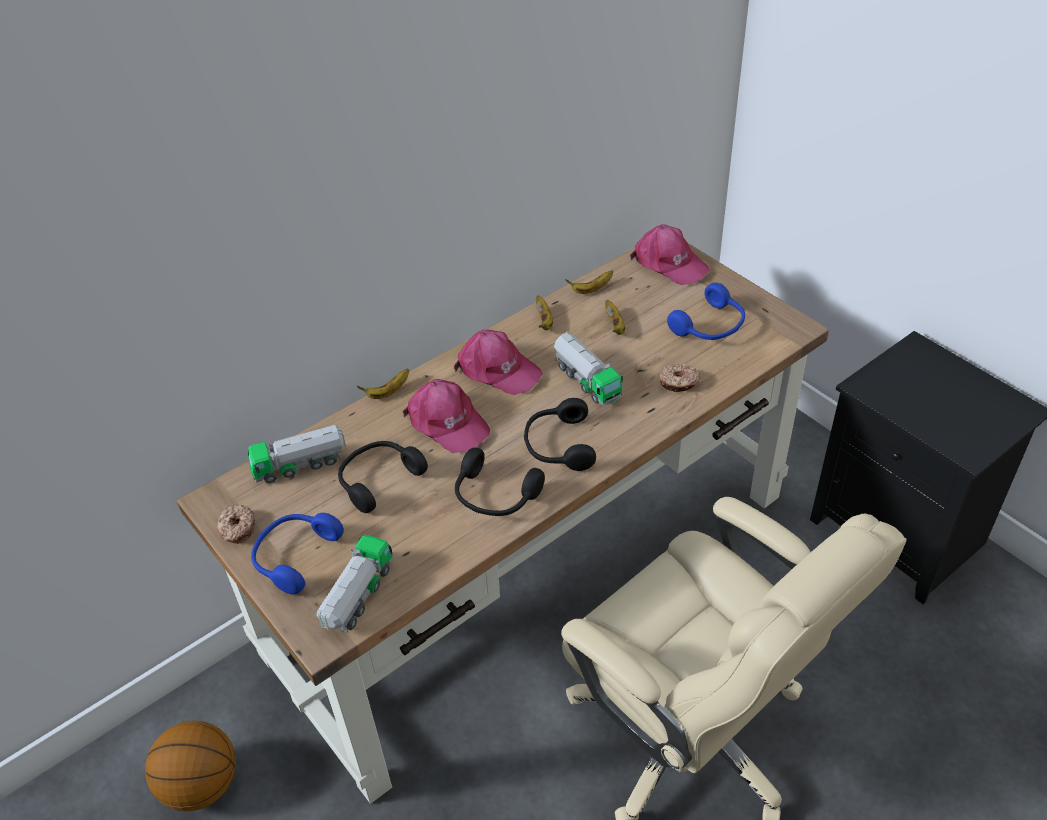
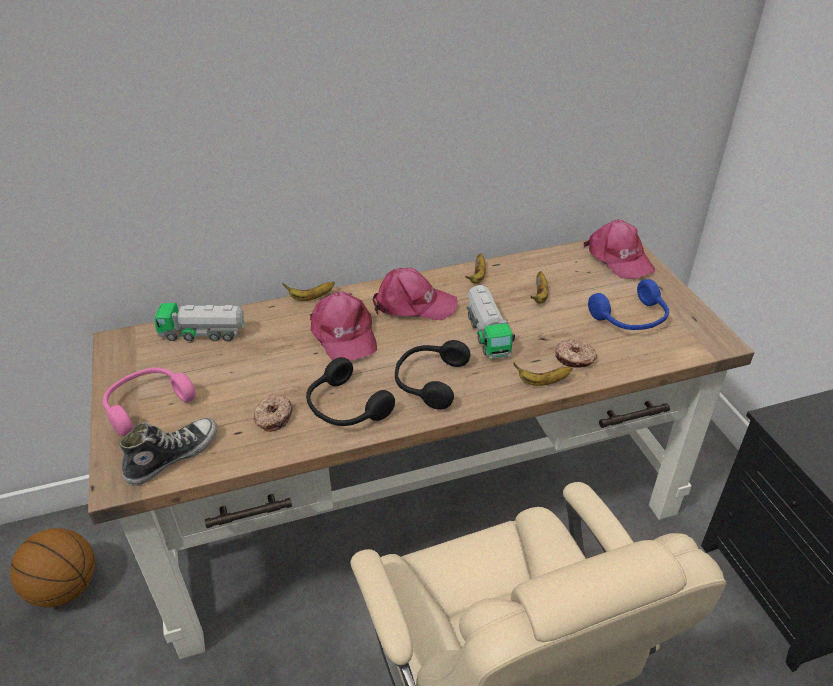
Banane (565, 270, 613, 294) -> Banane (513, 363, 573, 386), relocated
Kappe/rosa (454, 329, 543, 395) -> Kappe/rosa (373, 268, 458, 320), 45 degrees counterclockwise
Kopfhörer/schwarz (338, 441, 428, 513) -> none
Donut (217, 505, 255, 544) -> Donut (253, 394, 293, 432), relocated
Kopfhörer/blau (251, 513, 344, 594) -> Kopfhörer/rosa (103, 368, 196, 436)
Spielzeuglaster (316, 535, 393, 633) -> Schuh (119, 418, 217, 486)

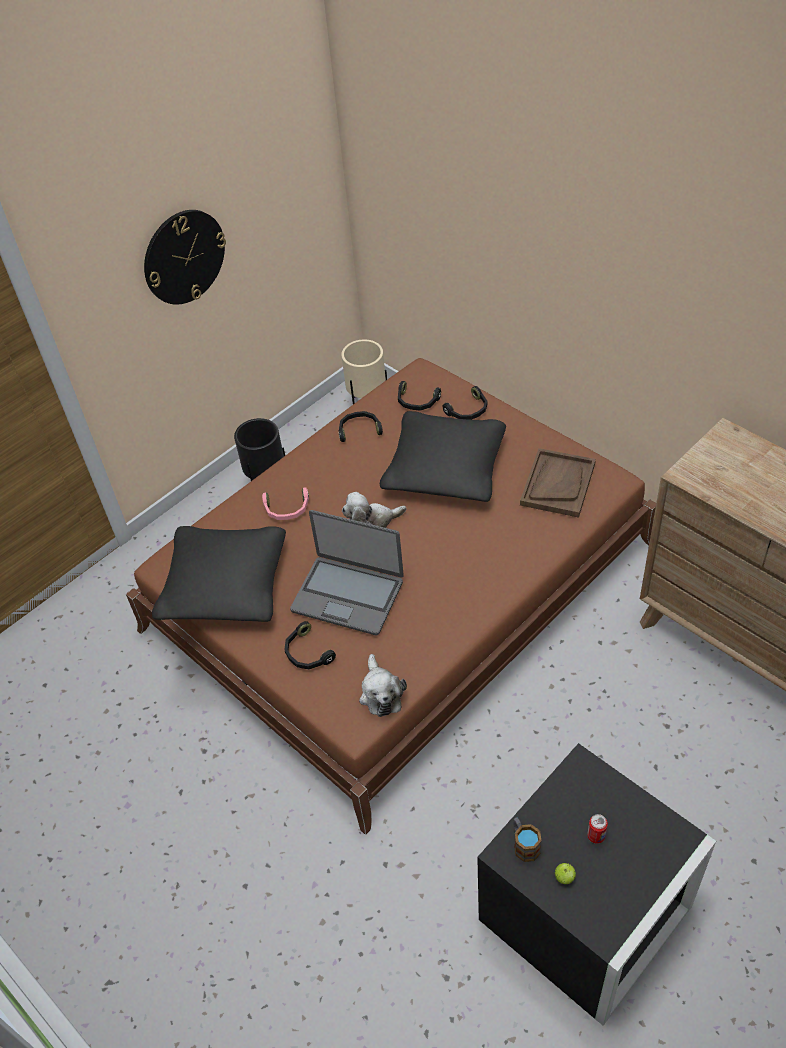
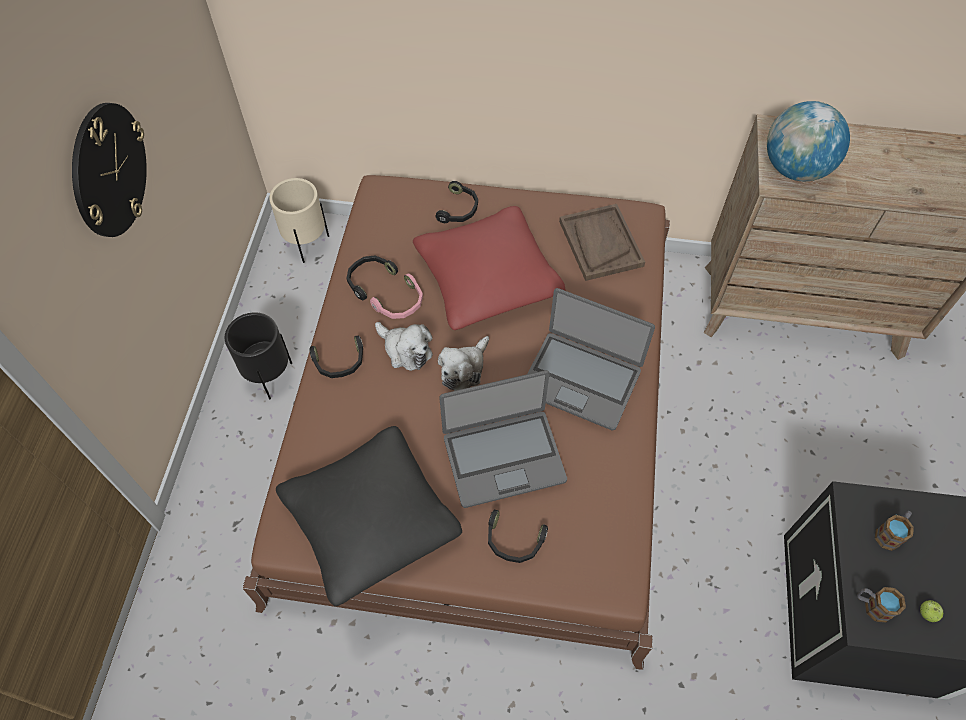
Kopfhörer/schwarz (398, 381, 441, 411) -> Kopfhörer/schwarz (309, 336, 363, 378), relocated
Kissen/schwarz (380, 411, 506, 502) -> Kissen/rot (413, 206, 566, 330)
Kopfhörer/rosa (262, 488, 309, 520) -> Kopfhörer/rosa (370, 273, 423, 319), relocated
Plüschtier (359, 654, 407, 717) -> Plüschtier (375, 322, 433, 371), relocated
Dose (587, 814, 608, 844) -> none
none -> Globus (767, 101, 850, 181)
none -> Laptop (528, 288, 655, 431)
none -> Henkelbecher (875, 511, 914, 551)

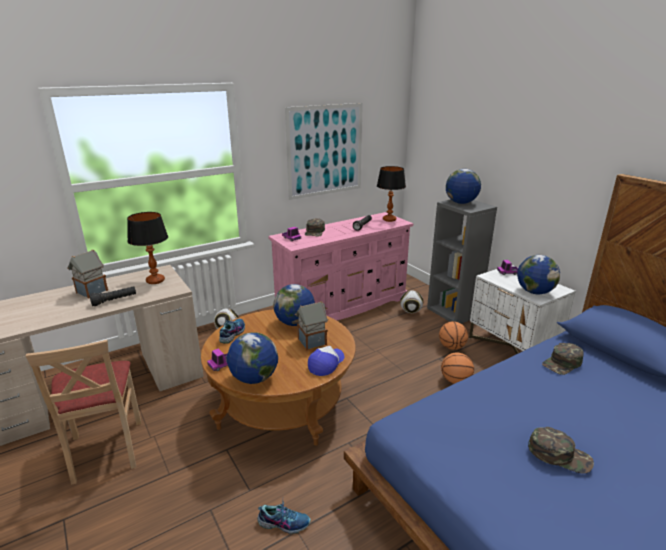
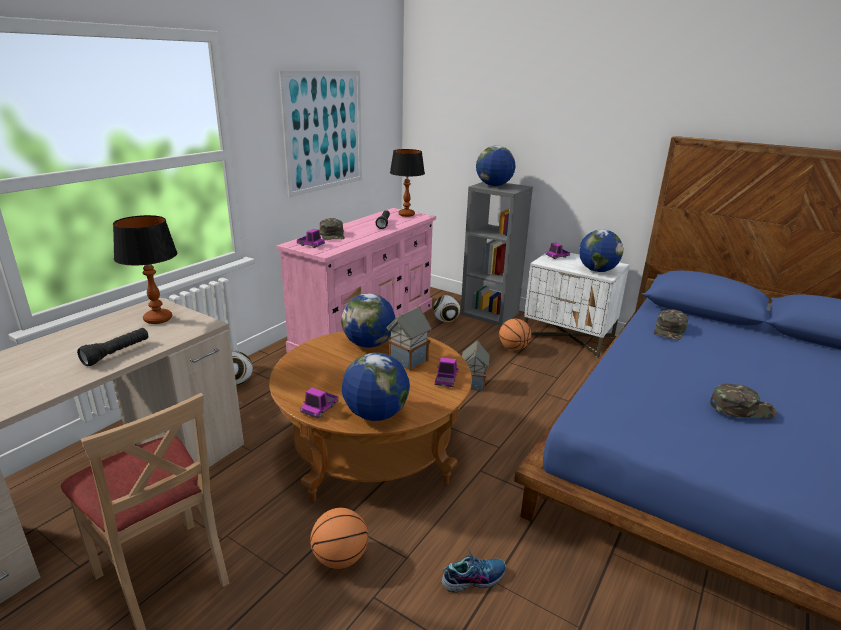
Spielzeughaus (67, 250, 108, 299) -> Spielzeughaus (462, 340, 490, 392), relocated
Schuh (219, 319, 245, 344) -> none
Kappe (308, 346, 344, 376) -> Spielzeuglaster (435, 357, 459, 387)
Basketball (441, 352, 474, 384) -> Basketball (310, 508, 368, 569), relocated

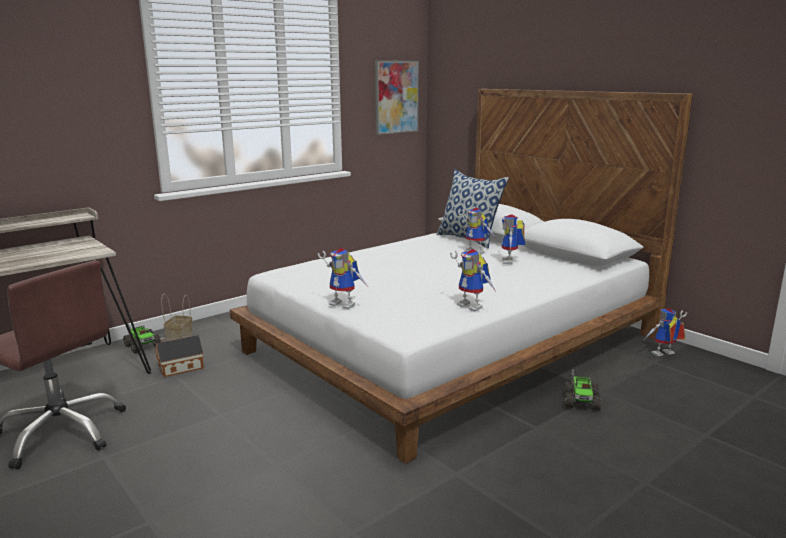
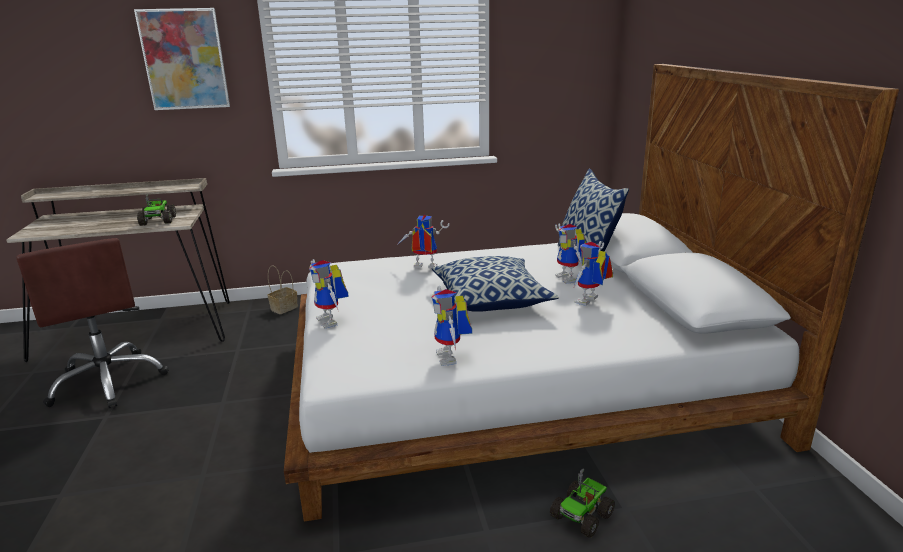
Bild (375, 60, 419, 135) -> Bild (134, 8, 230, 110), relocated
Spielzeugroboter (645, 308, 687, 356) -> Spielzeugroboter (397, 215, 450, 268), relocated
Spielzeuglaster (123, 323, 161, 353) -> Spielzeuglaster (137, 194, 176, 226), relocated
Spielzeughaus (155, 335, 204, 377) -> none
none -> Kissen (432, 256, 559, 312)

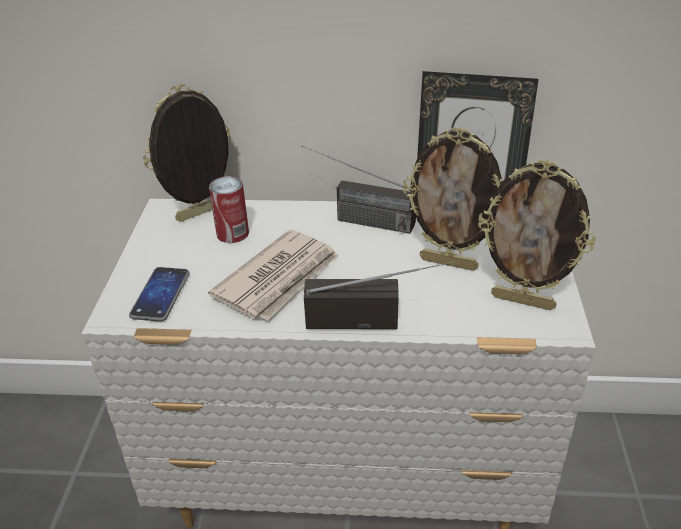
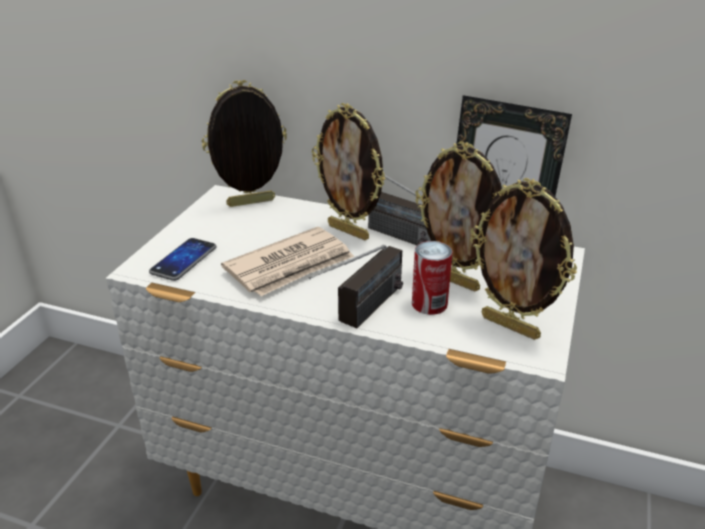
Dose (209, 176, 249, 243) -> Dose (412, 241, 453, 315), relocated
Radio (304, 261, 454, 329) -> Radio (309, 245, 403, 328), 105 degrees clockwise
none -> Bilderrahmen (312, 103, 385, 240)

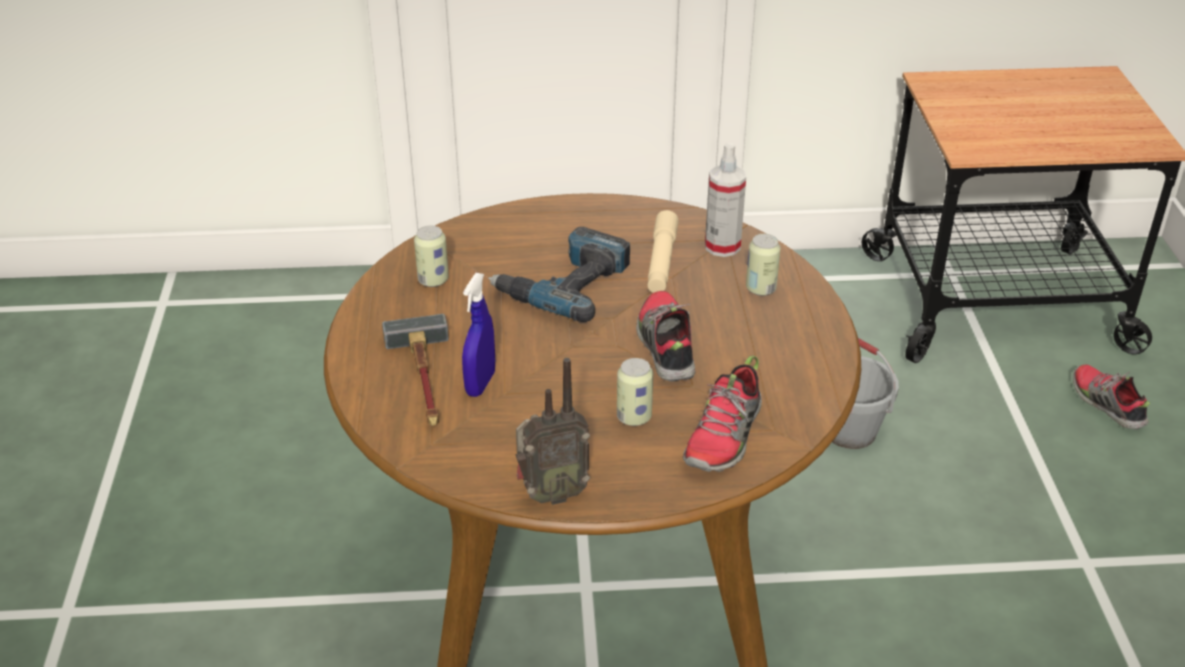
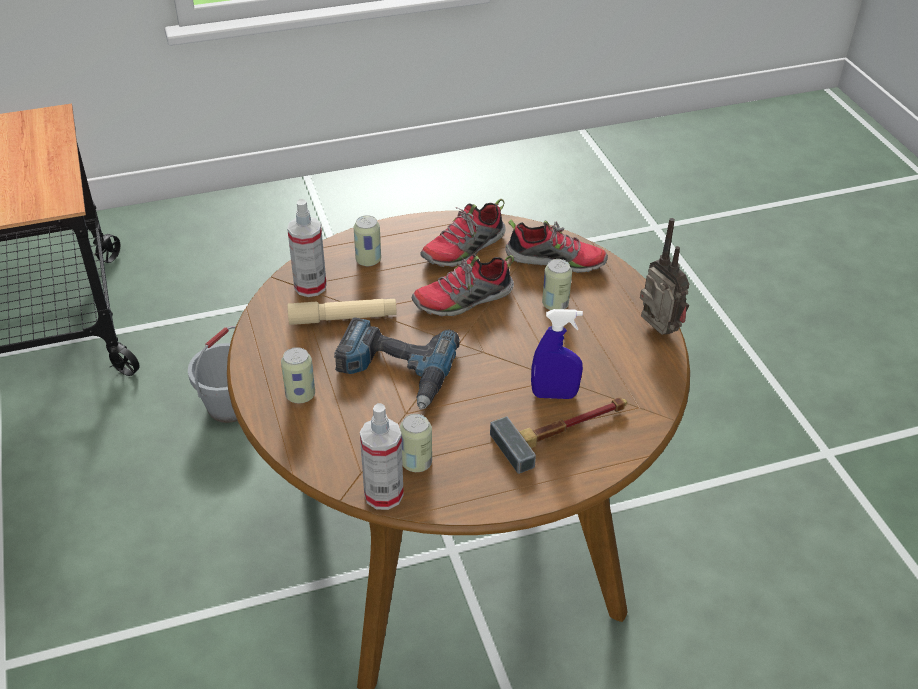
Schuh (1073, 365, 1150, 430) -> Schuh (421, 199, 506, 267), relocated
none -> Dose (281, 347, 315, 403)
none -> Sprühflasche (360, 403, 404, 510)

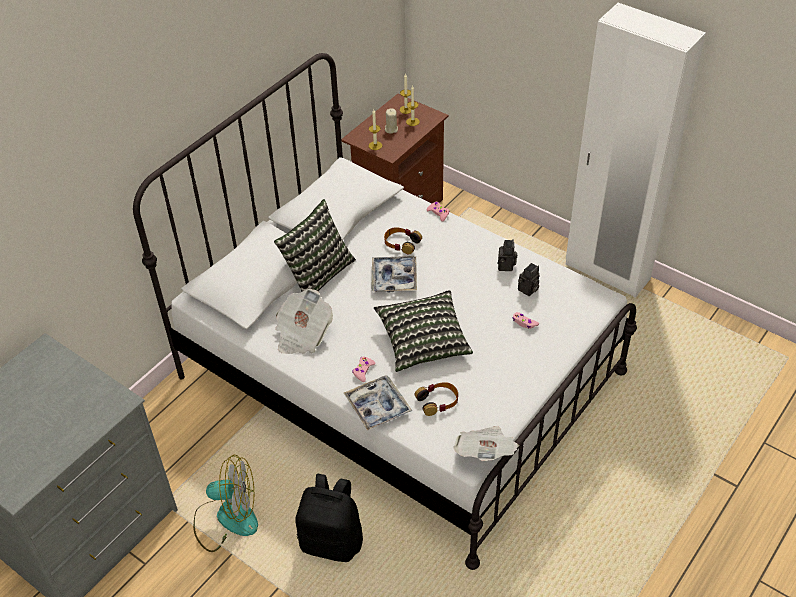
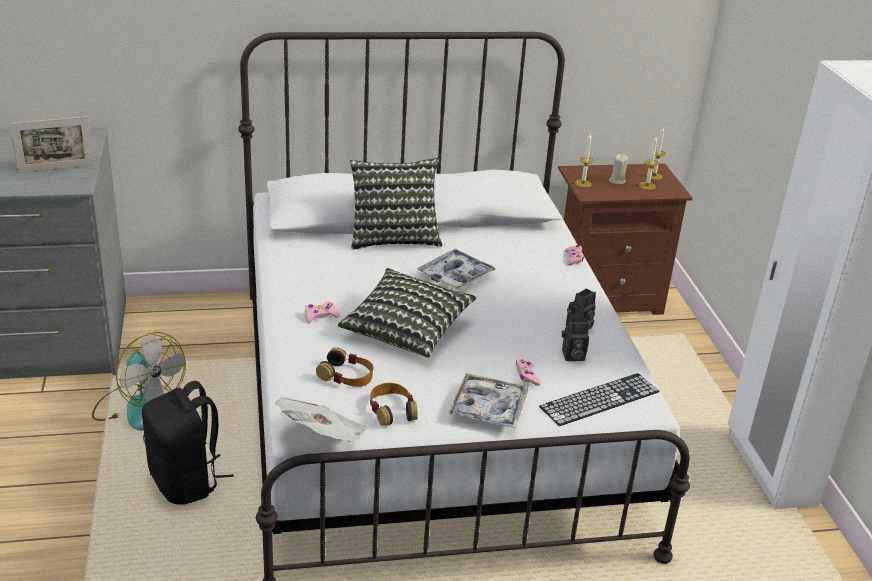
Kopfhörer (384, 228, 422, 254) -> Kopfhörer (370, 383, 418, 426), relocated
Zeitung (275, 289, 333, 354) -> none
Tablett (344, 375, 412, 431) -> Tablett (449, 373, 529, 429), relocated
none -> Bilderrahmen (10, 116, 94, 173)
none -> Tastatur (539, 373, 660, 426)

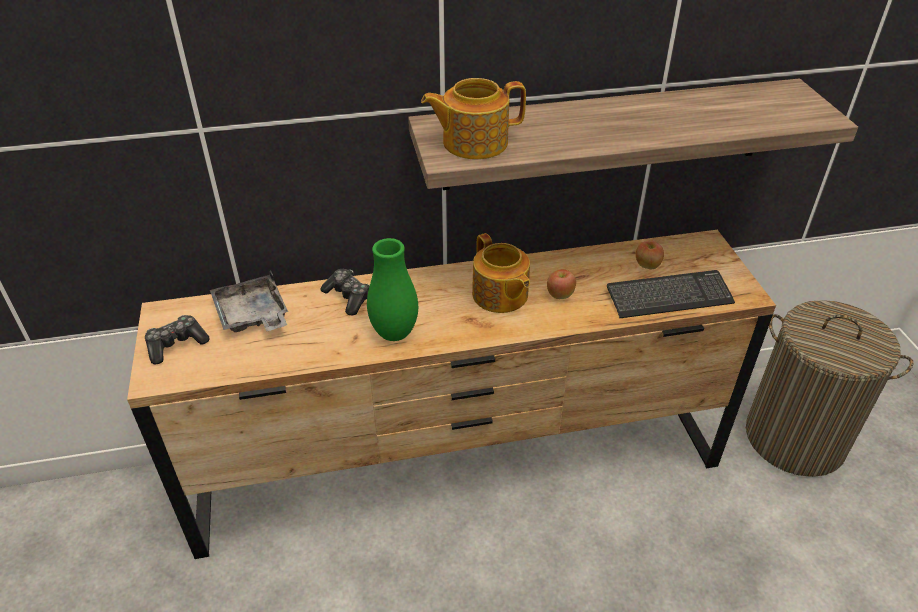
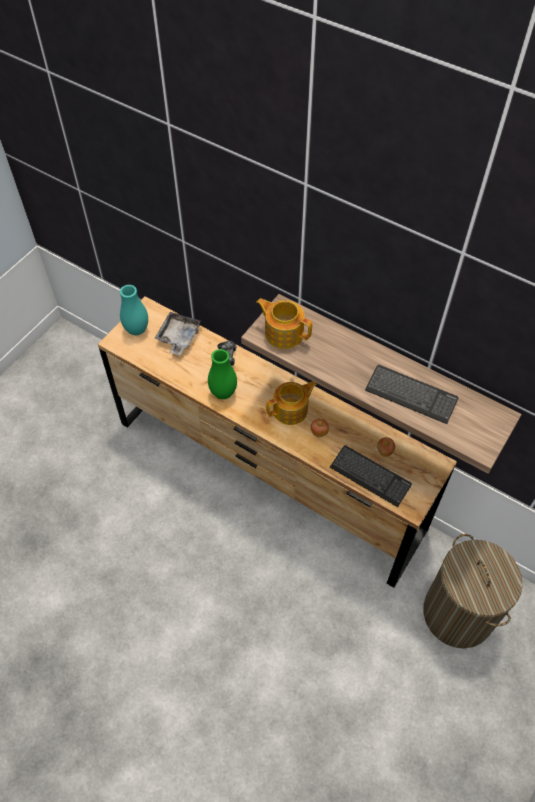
Teekanne (472, 233, 530, 313) -> Teekanne (266, 381, 317, 425), 135 degrees counterclockwise
Gamepad (145, 315, 210, 365) -> Vase/türkis (120, 285, 148, 335)
none -> Tastatur (365, 365, 459, 424)

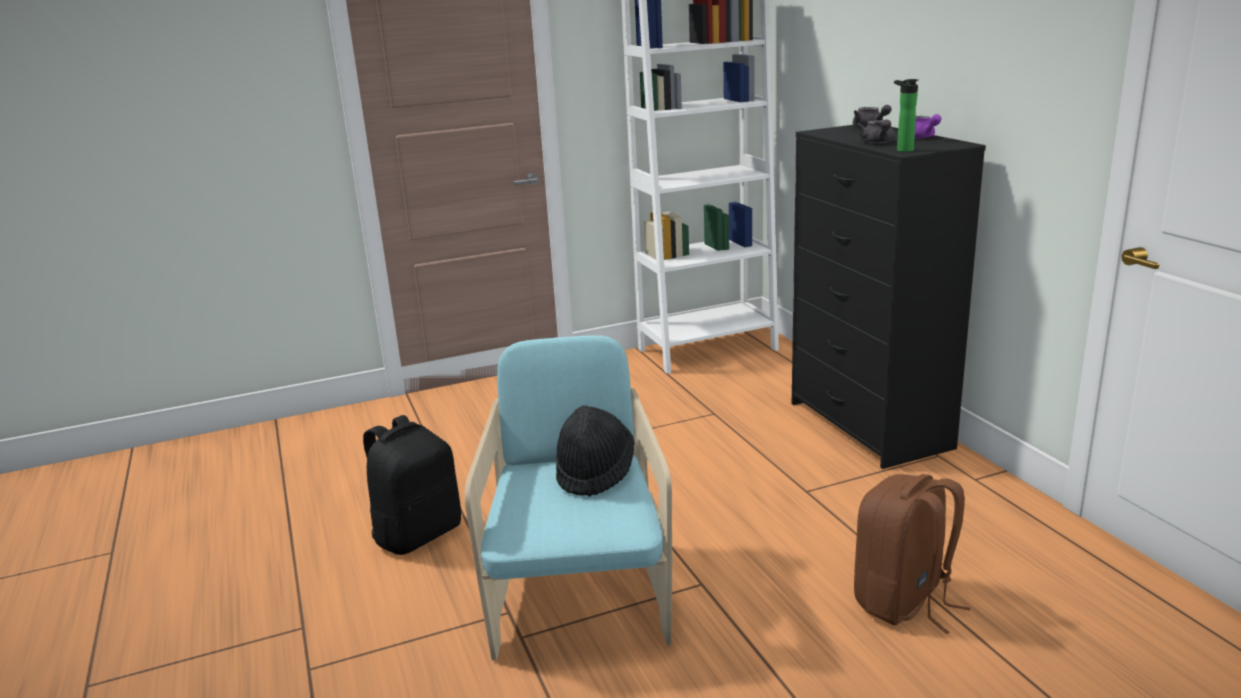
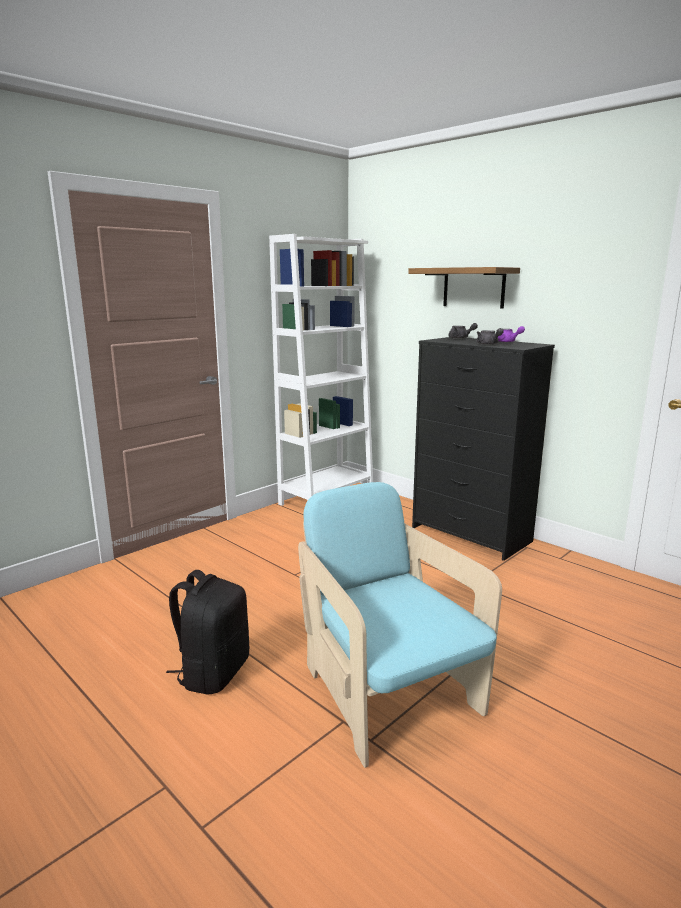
Flasche (894, 79, 918, 152) -> none
Hut/schwarz (556, 406, 635, 497) -> none
Rucksack/braun (854, 474, 970, 634) -> none
none -> Wandregal (408, 267, 520, 308)

